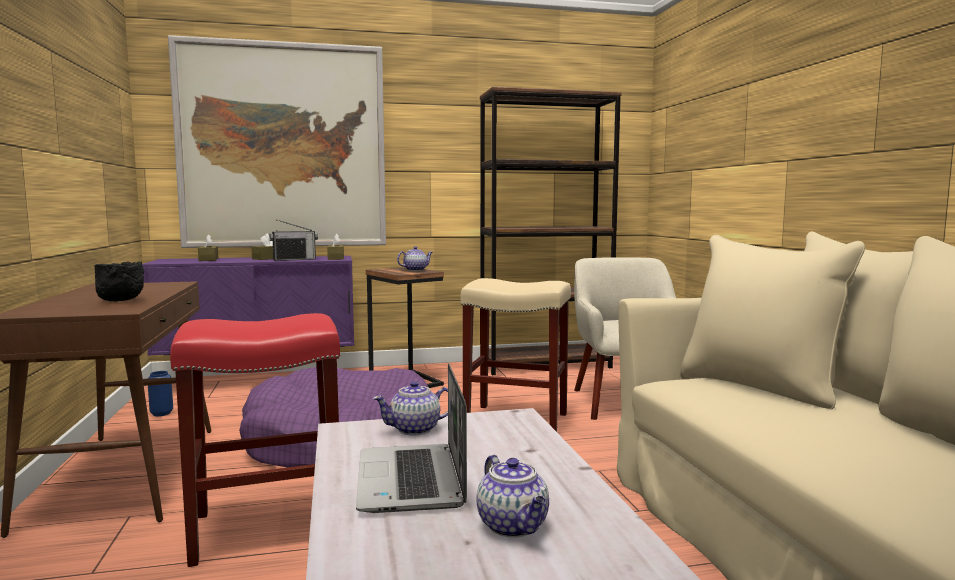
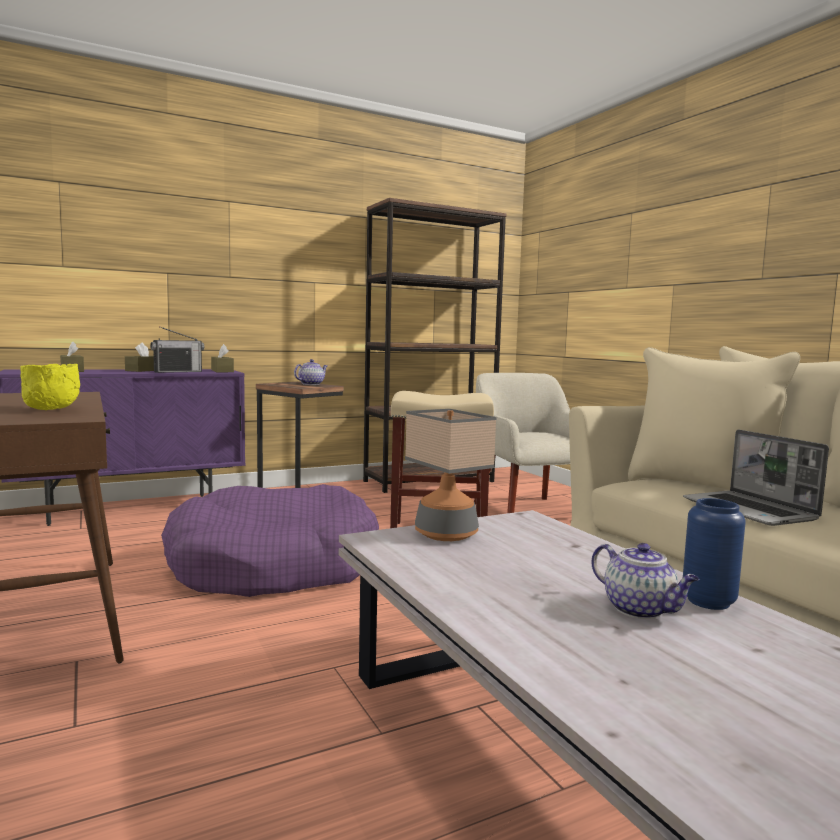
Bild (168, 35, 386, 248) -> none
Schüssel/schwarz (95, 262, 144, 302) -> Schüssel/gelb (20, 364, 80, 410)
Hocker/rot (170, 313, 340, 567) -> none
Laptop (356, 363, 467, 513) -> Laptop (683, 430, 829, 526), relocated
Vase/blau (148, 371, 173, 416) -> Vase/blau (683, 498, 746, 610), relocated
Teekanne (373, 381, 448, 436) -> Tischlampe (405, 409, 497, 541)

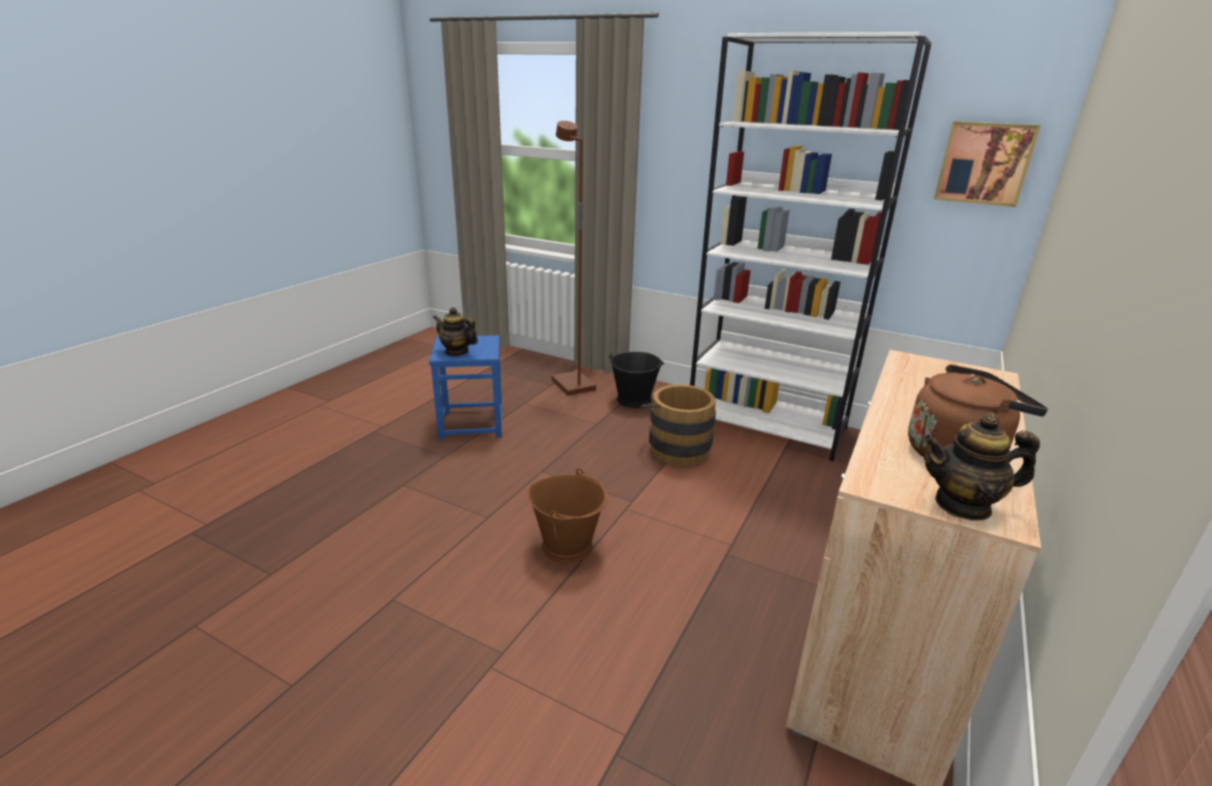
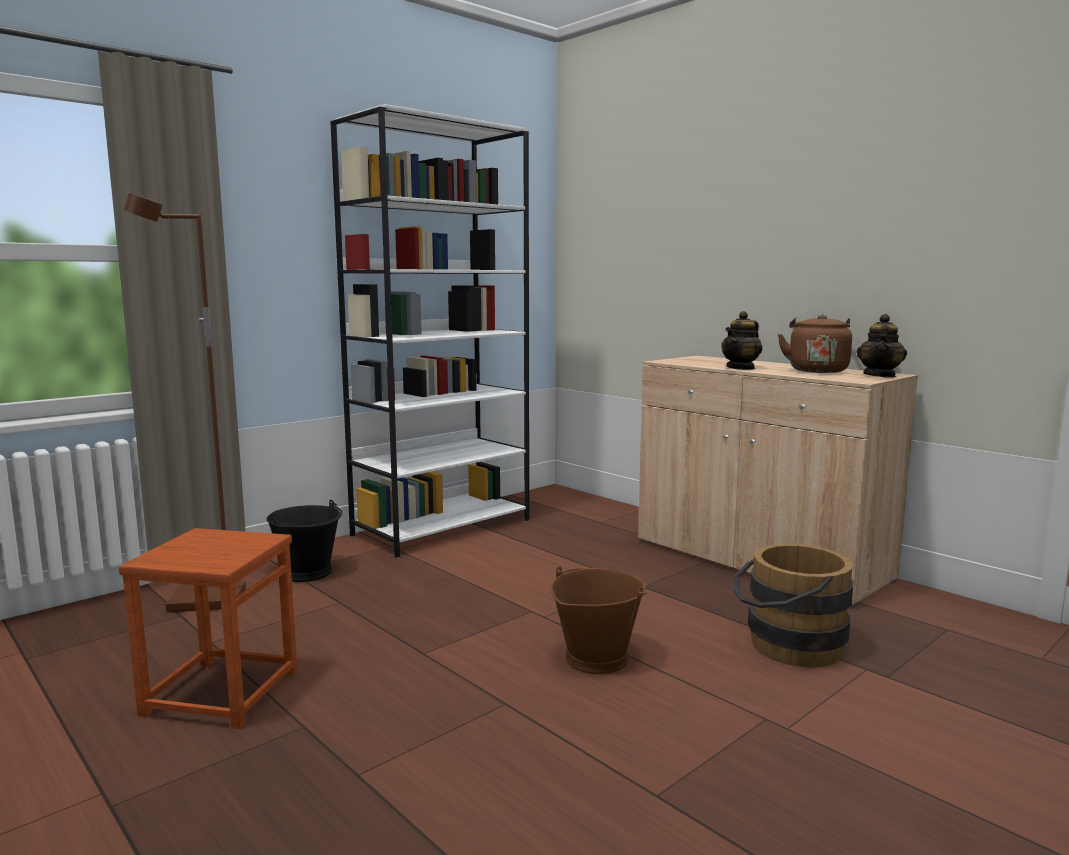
Bild (934, 121, 1041, 207) -> none
Teekanne (433, 307, 478, 356) -> Teekanne (721, 311, 762, 370), relocated
Hocker/blau (429, 335, 502, 440) -> Hocker/braun (119, 528, 297, 729)
Eimer/braun (640, 384, 716, 467) -> Eimer/braun (733, 544, 853, 667), relocated

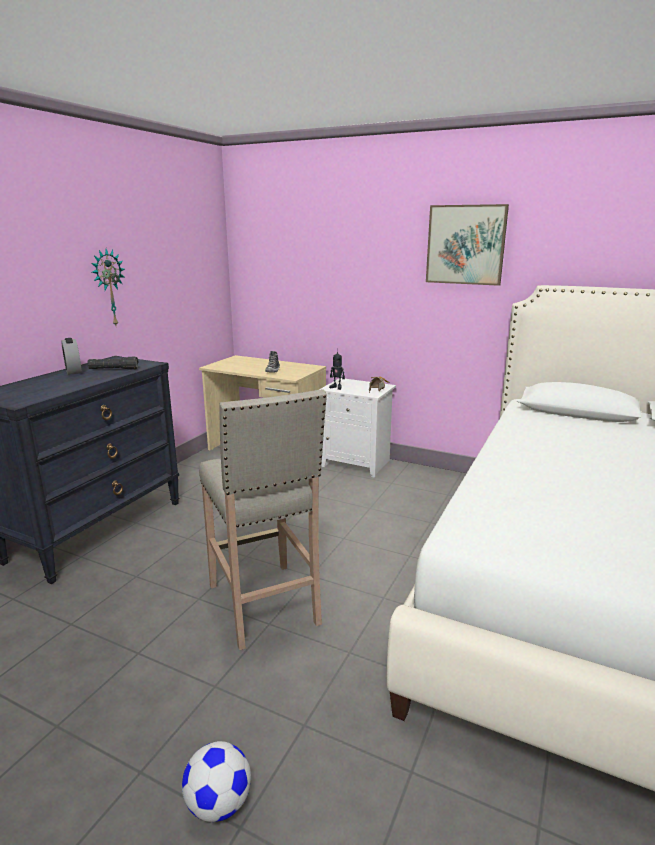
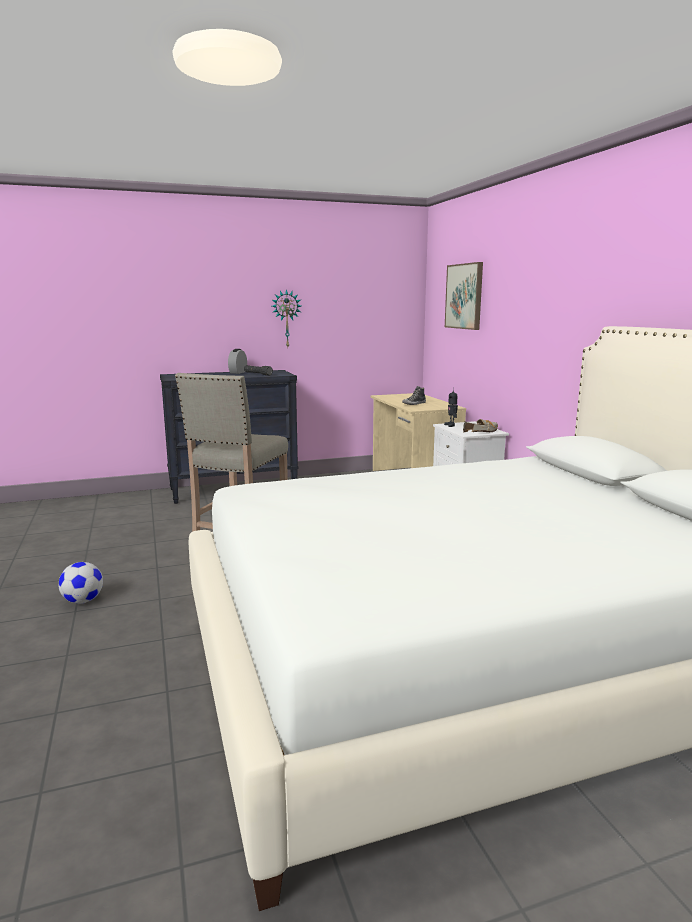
Bild (426, 204, 509, 286) -> Bild (445, 262, 483, 330), relocated

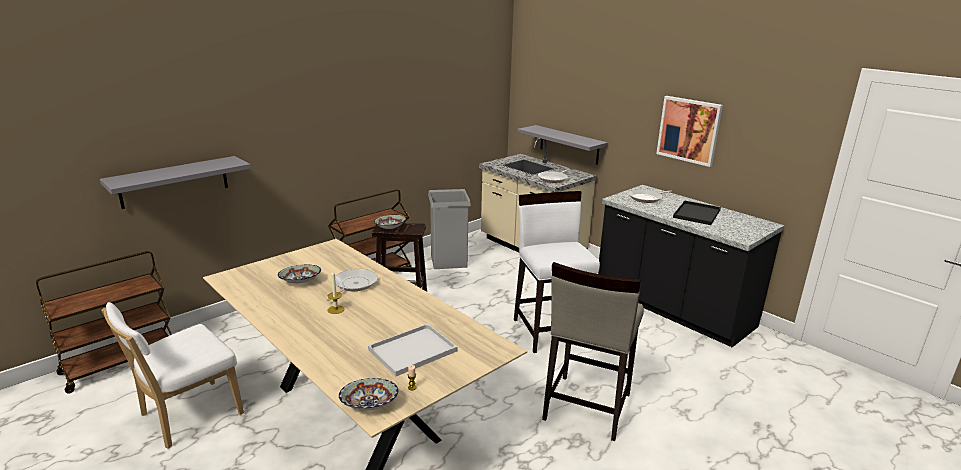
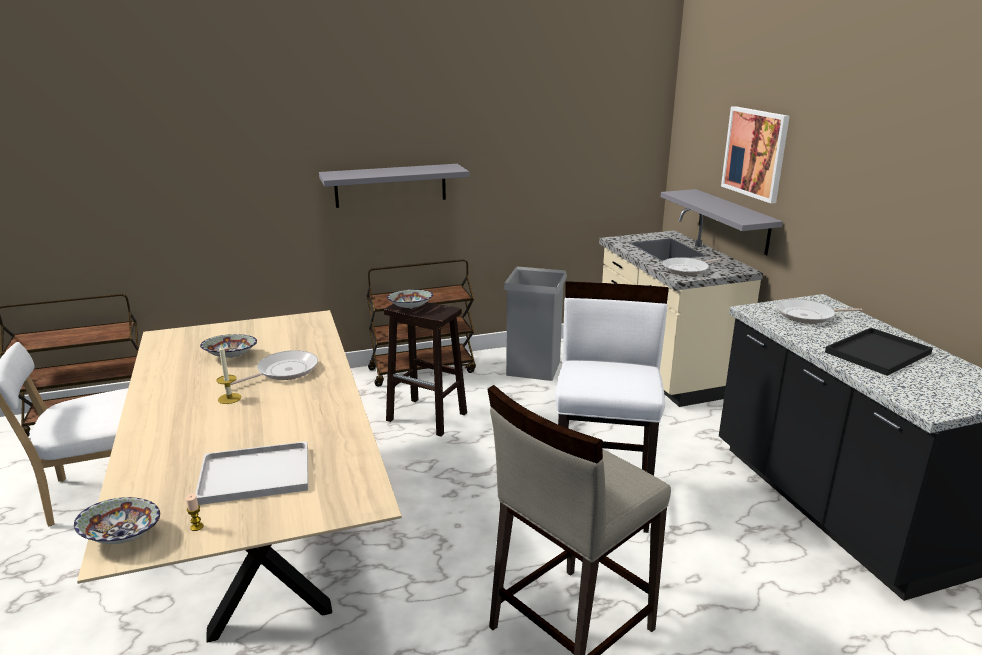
Bild (656, 96, 723, 167) -> Bild (721, 106, 790, 204), relocated
Wandregal/grau (100, 156, 251, 209) -> Wandregal/grau (319, 164, 469, 208), relocated

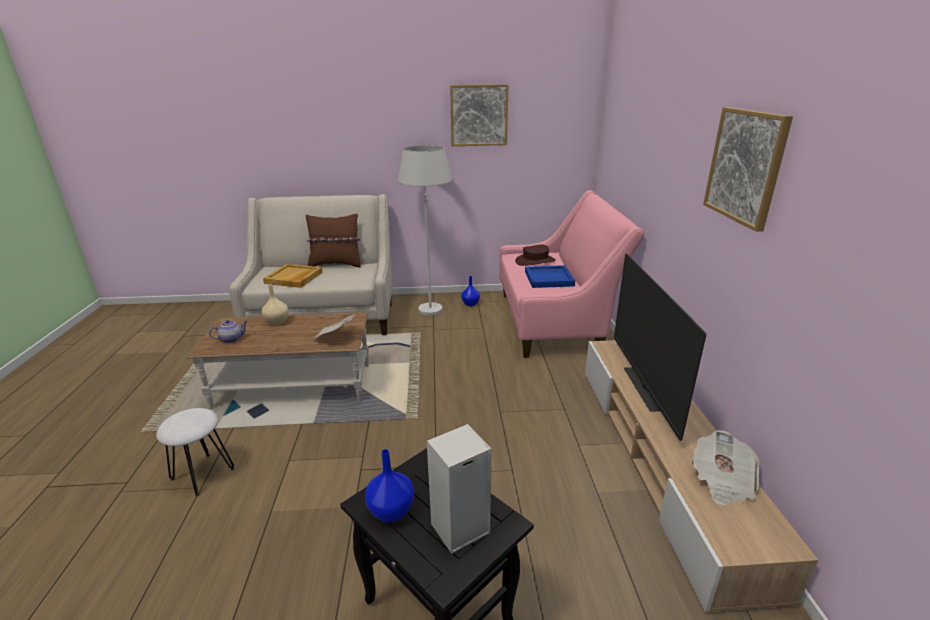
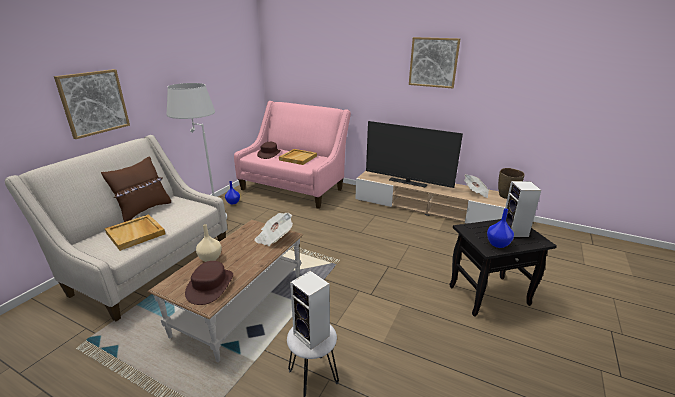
Bild (450, 84, 509, 146) -> Bild (54, 69, 130, 139), relocated
Tablett/blau (525, 265, 575, 288) -> Tablett/beige (279, 149, 317, 165)
Teekanne (209, 320, 248, 343) -> Hut/braun (185, 261, 233, 305)
none -> Vase/braun (498, 168, 525, 199)
none -> Lautsprecher (290, 271, 330, 350)

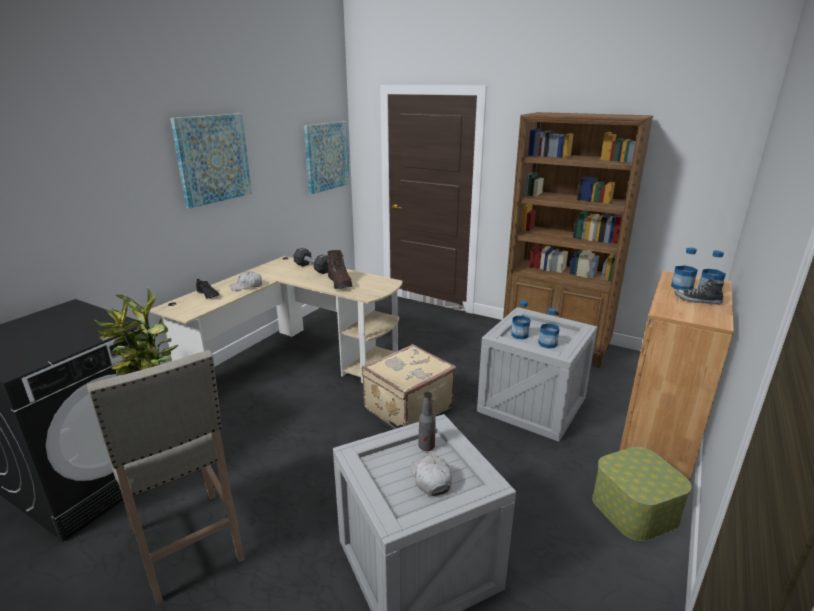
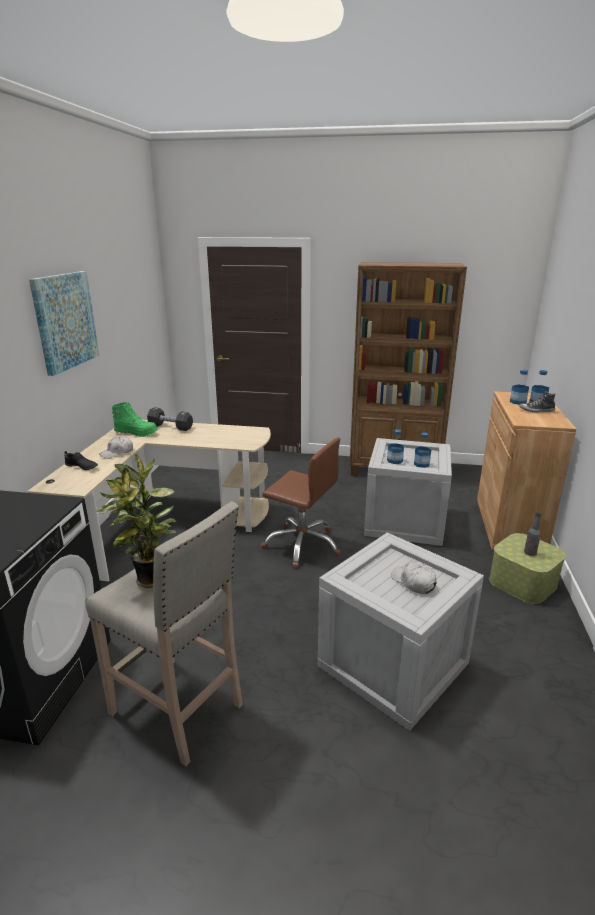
Bild (304, 121, 350, 194) -> none
Stiefel/braun (326, 250, 352, 289) -> none
Koffer/beige (362, 344, 456, 429) -> Bürostuhl/braun (261, 437, 341, 568)
Flasche (419, 392, 436, 451) -> Flasche (524, 513, 542, 556), relocated
none -> Stiefel/grün (112, 402, 158, 437)

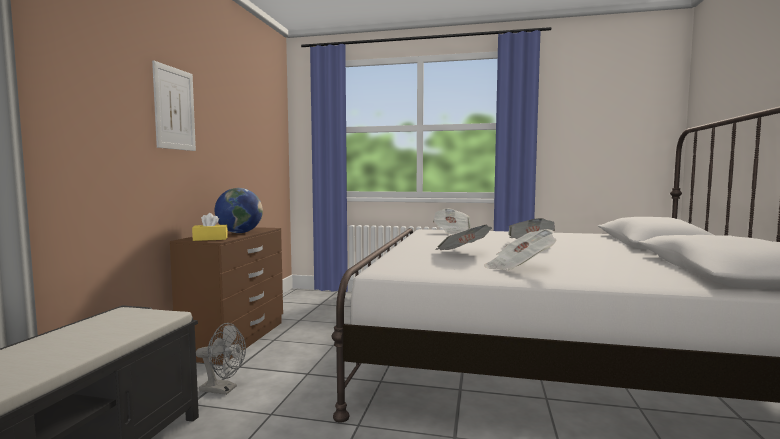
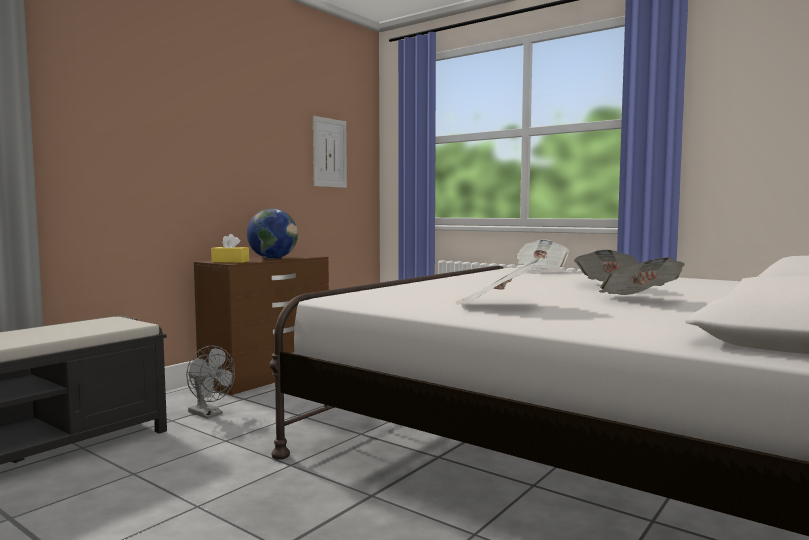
Bild (152, 60, 196, 151) -> Bild (313, 116, 347, 188), relocated
Zeitung (436, 225, 492, 250) -> Zeitung (599, 257, 685, 295), relocated

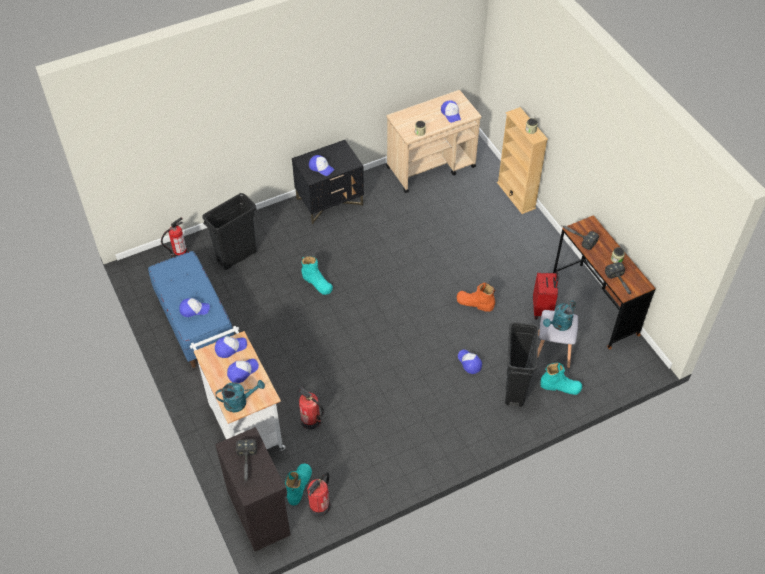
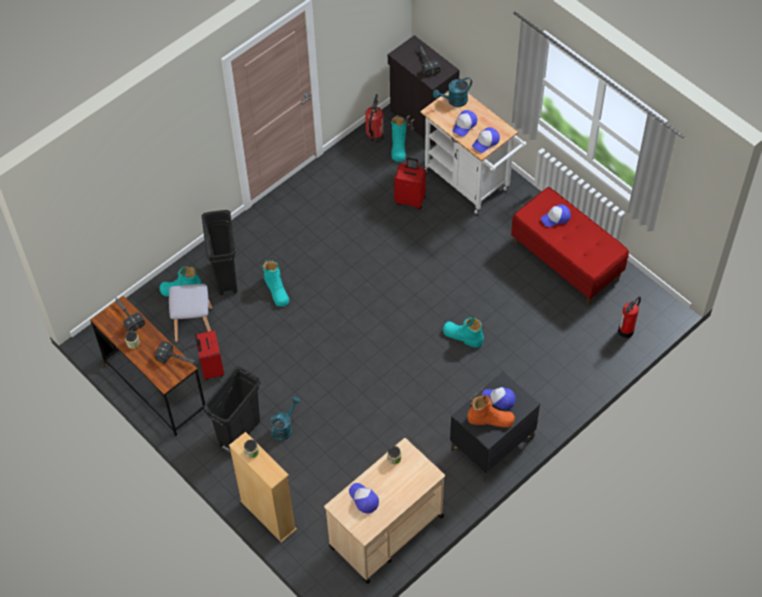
Mülleimer/schwarz (202, 193, 257, 270) -> Mülleimer/schwarz (203, 367, 261, 452), relocated
Bank/blau (148, 251, 234, 368) -> Bank/rot (511, 187, 629, 305)
Stiefel/orange (457, 283, 495, 312) -> Stiefel/orange (468, 395, 515, 428), relocated
Gießkanne/türkis (543, 300, 576, 331) -> Gießkanne/türkis (270, 397, 300, 441), relocated
Kappe (458, 350, 482, 374) -> Stiefel/türkis (263, 260, 289, 307)
Feuerlöscher (297, 385, 324, 430) -> Koffer/rot (394, 158, 426, 210)

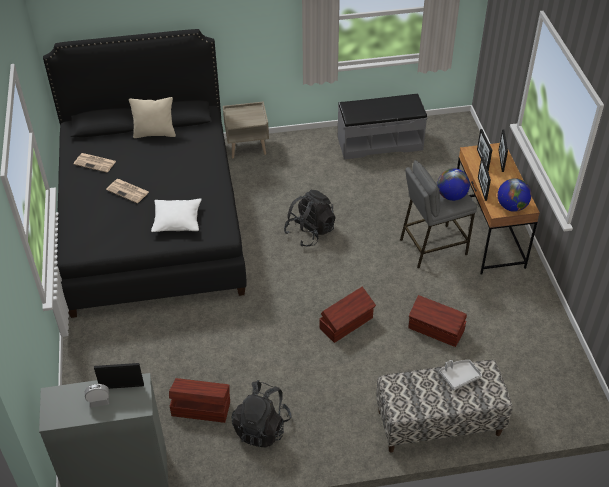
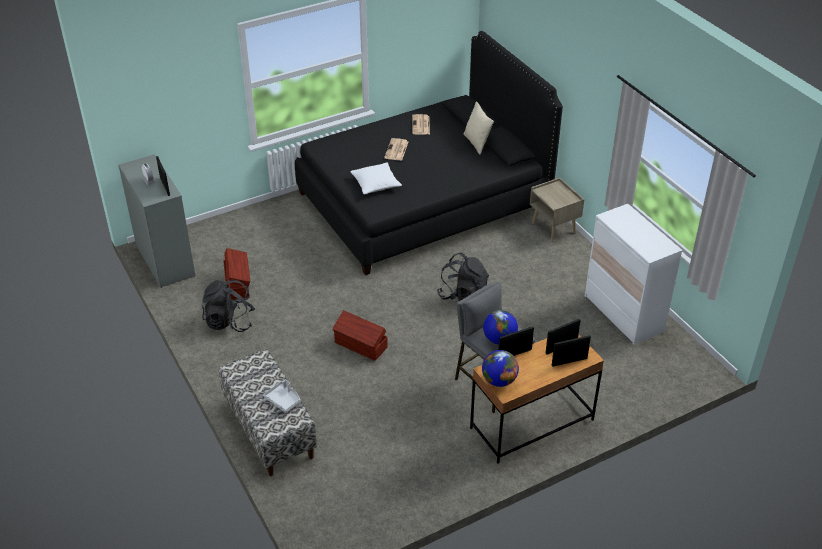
Bank/grau (338, 94, 427, 160) -> Kommode/weiß (585, 204, 682, 345)
Aufbewahrungsbox/braun (408, 295, 467, 347) -> none

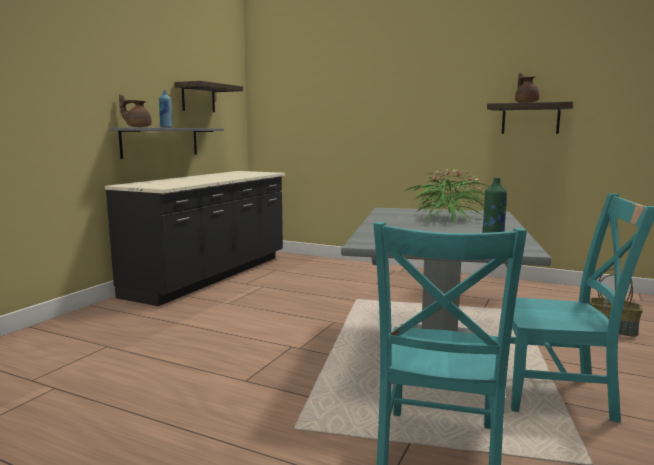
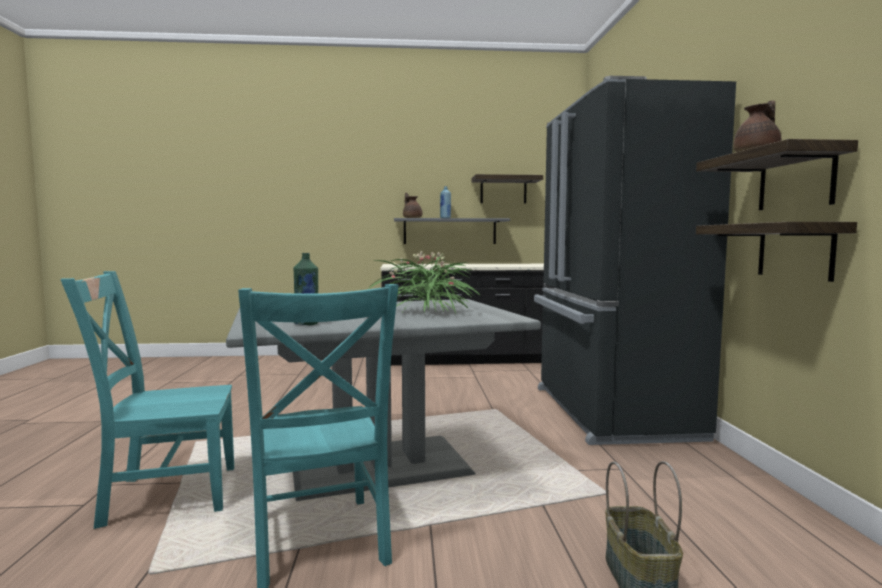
none -> Kühlschrank/schwarz (534, 76, 736, 445)
none -> Wandregal (696, 222, 857, 282)

